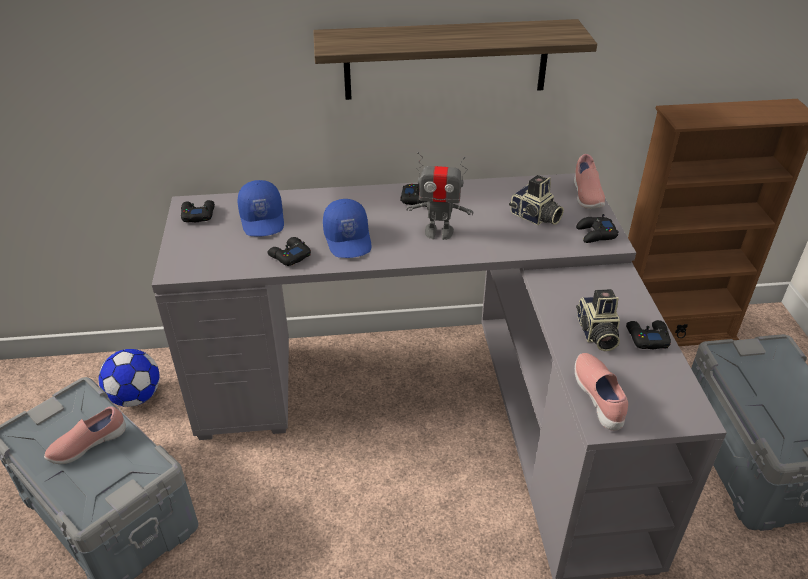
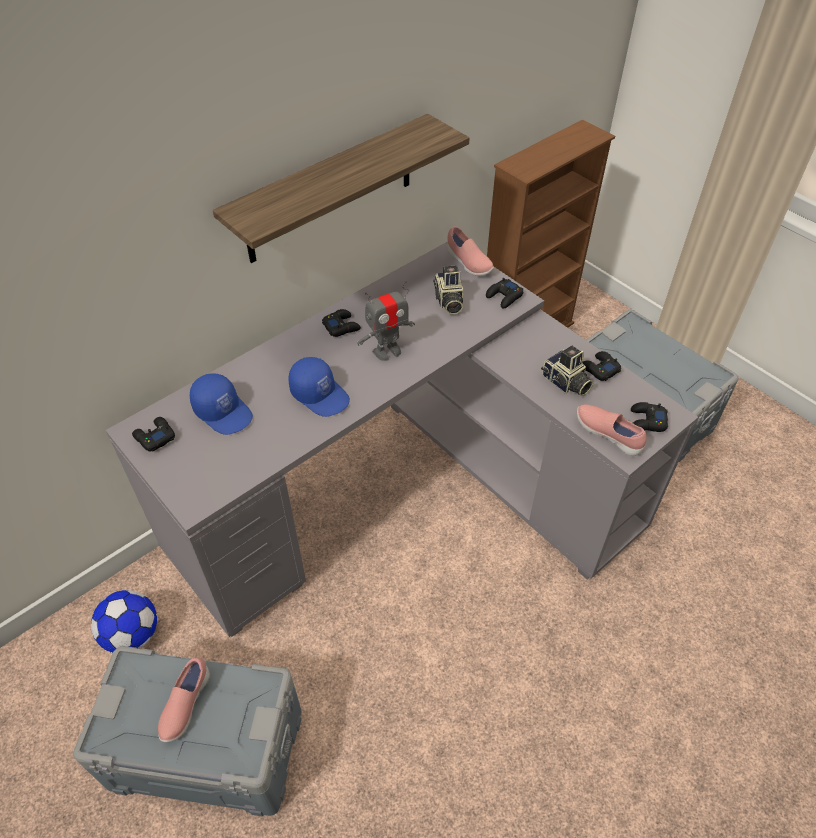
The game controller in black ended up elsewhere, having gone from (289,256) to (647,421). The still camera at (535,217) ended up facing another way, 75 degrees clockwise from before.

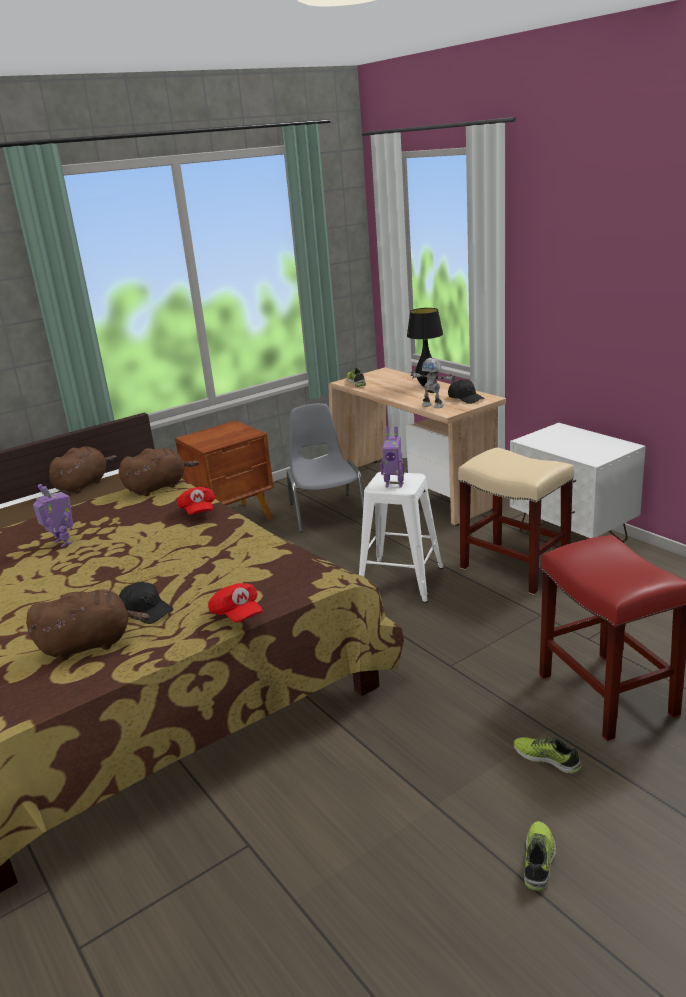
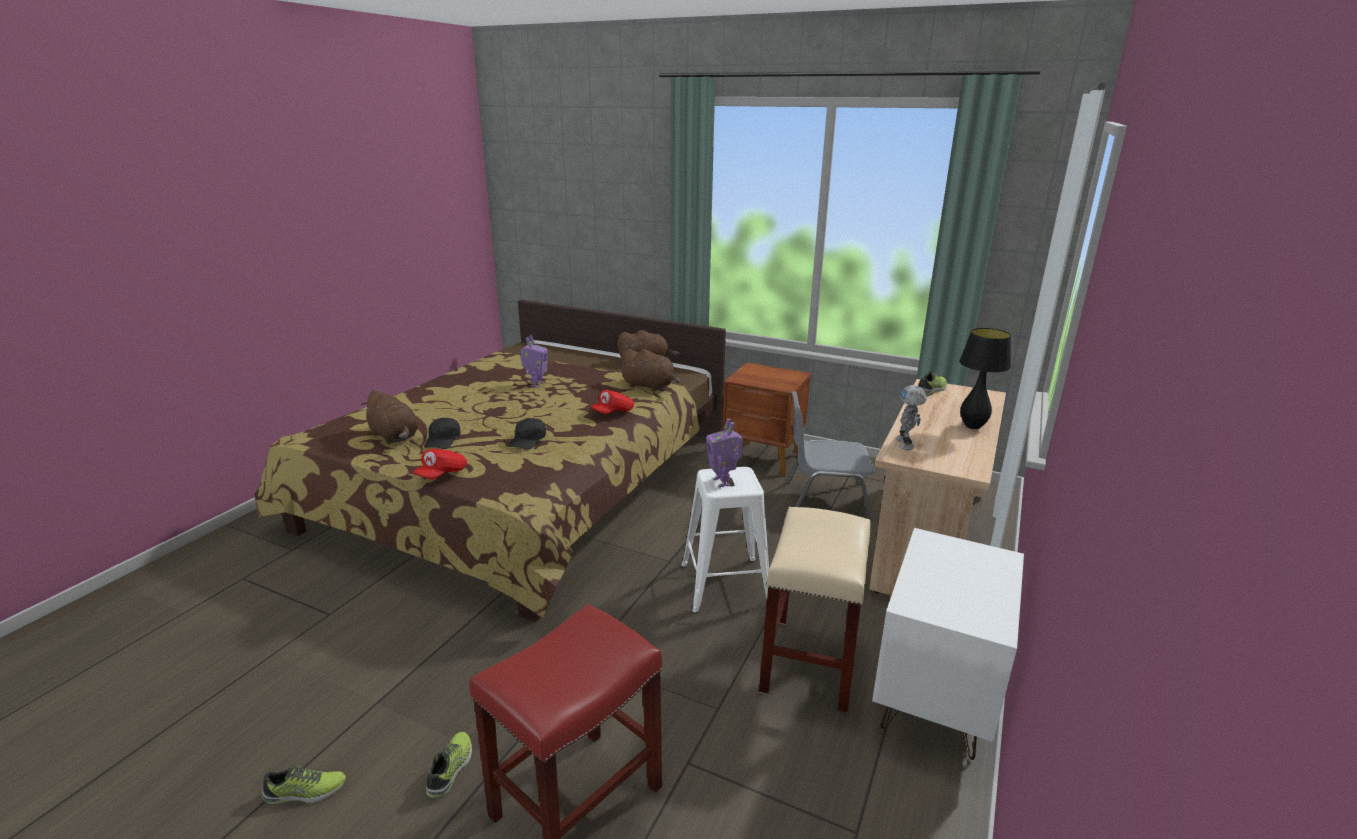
The cap in black ended up elsewhere, having gone from (465,398) to (528,440). The upright chair in grey at (326,511) ended up facing another way, 135 degrees counterclockwise from before.

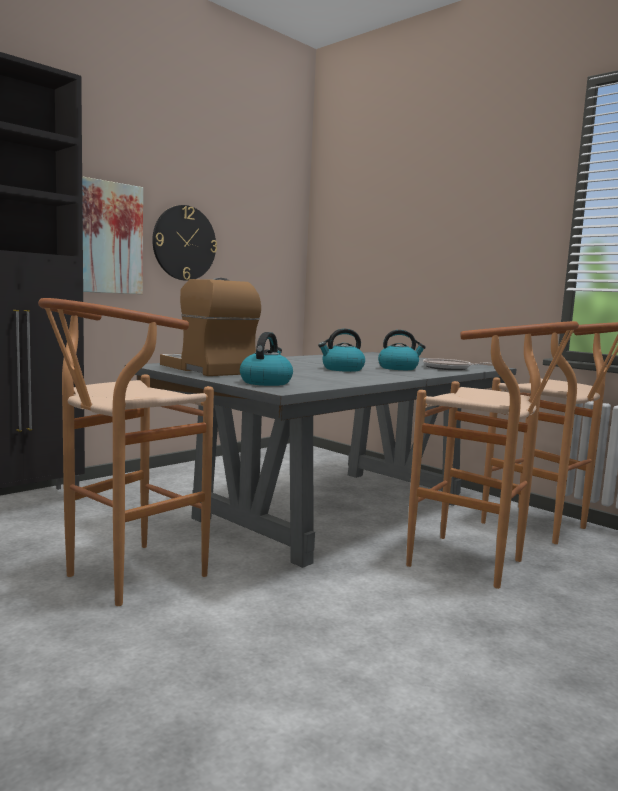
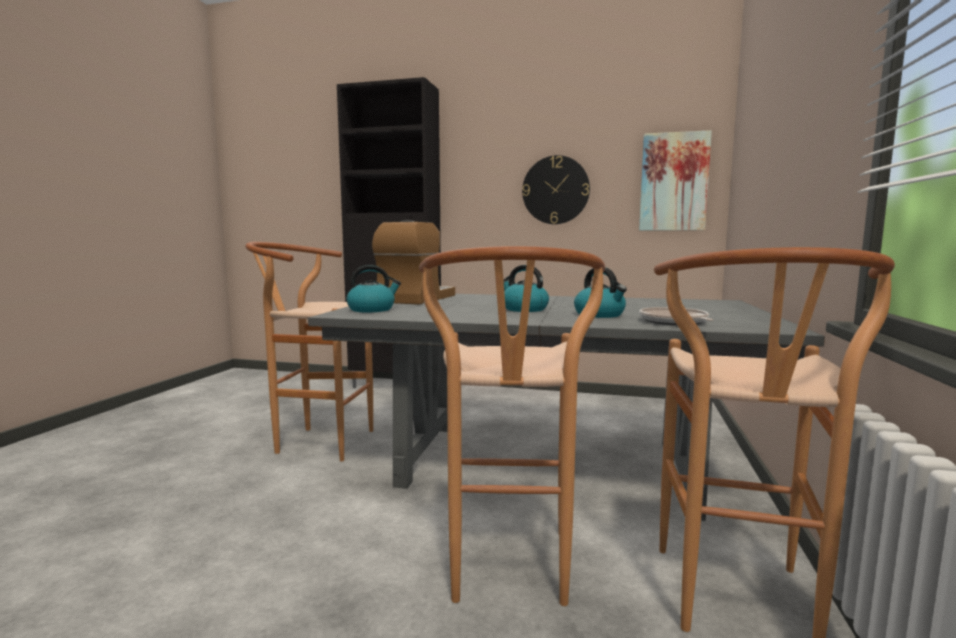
The wall picture ended up elsewhere, having gone from (107,238) to (673,182).

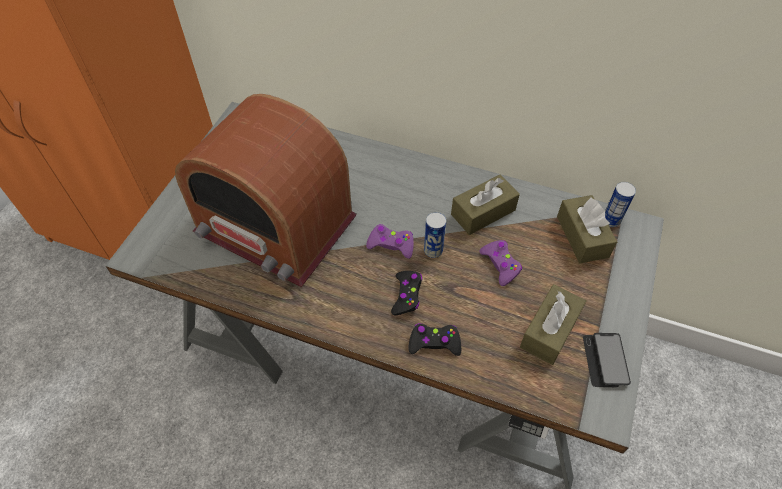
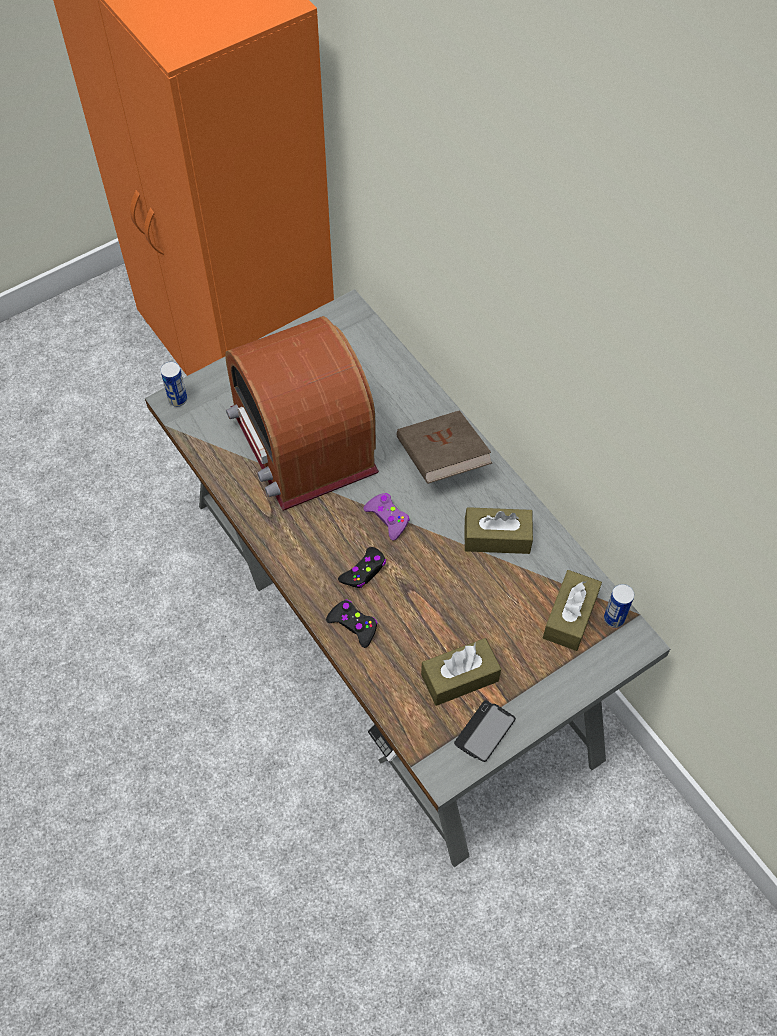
The second view lost the game controller in purplish at (500,265). The second view gained the bound book in brown at (442,459). The can ended up elsewhere, having gone from (433,250) to (178,399).

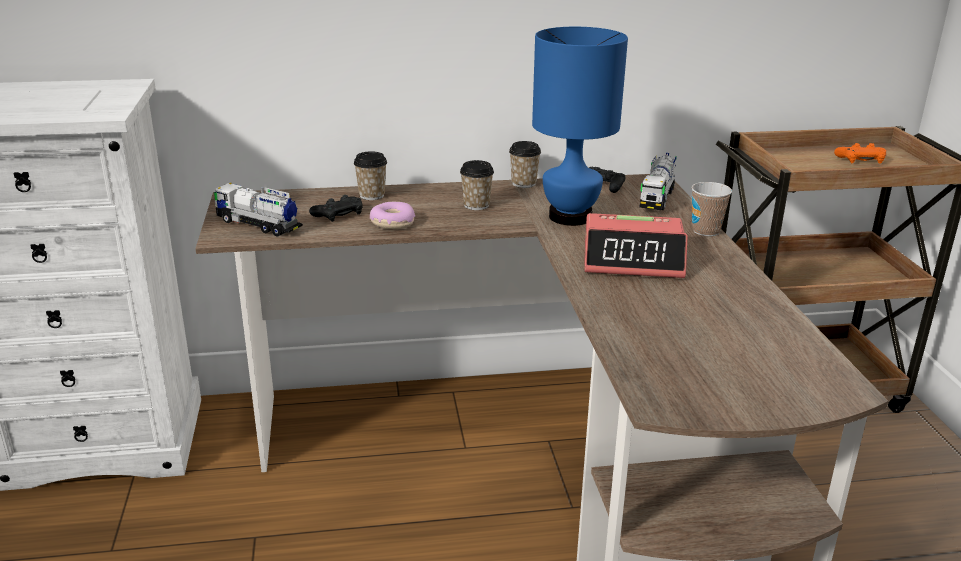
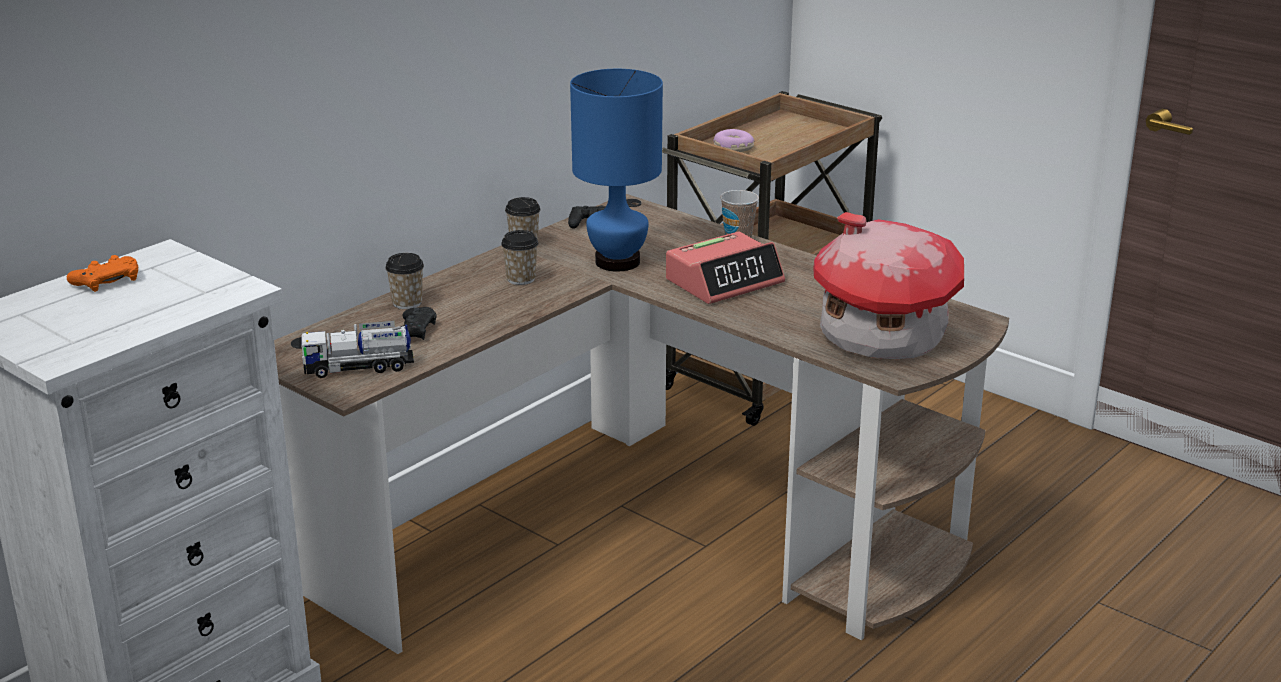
The second view lost the model truck at (657,198). The second view gained the toy house at (879,338). The ring doughnut ended up elsewhere, having gone from (392,223) to (733,148). The game controller in orange-coloured ended up elsewhere, having gone from (860,160) to (107,281).

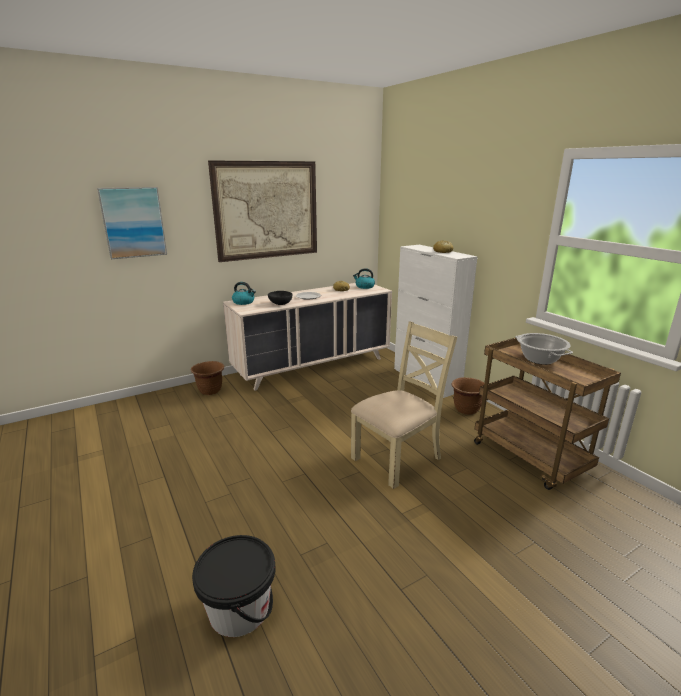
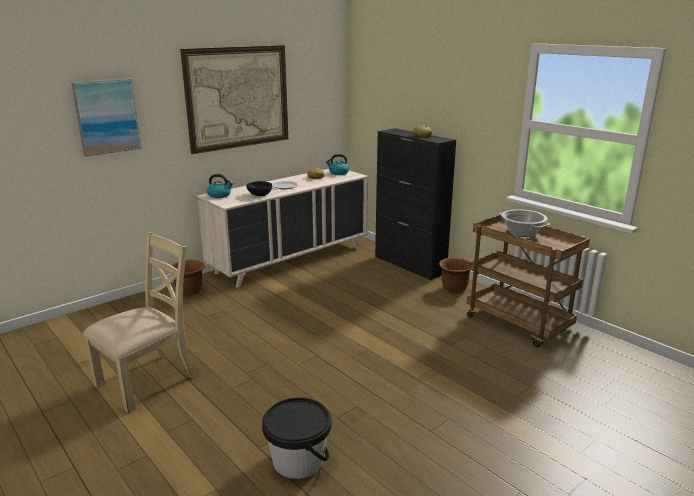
The upright chair in beige ended up elsewhere, having gone from (397,458) to (147,380). What was the cupboard in white-coloured at (426,380) turned into the cupboard in black at (410,264).

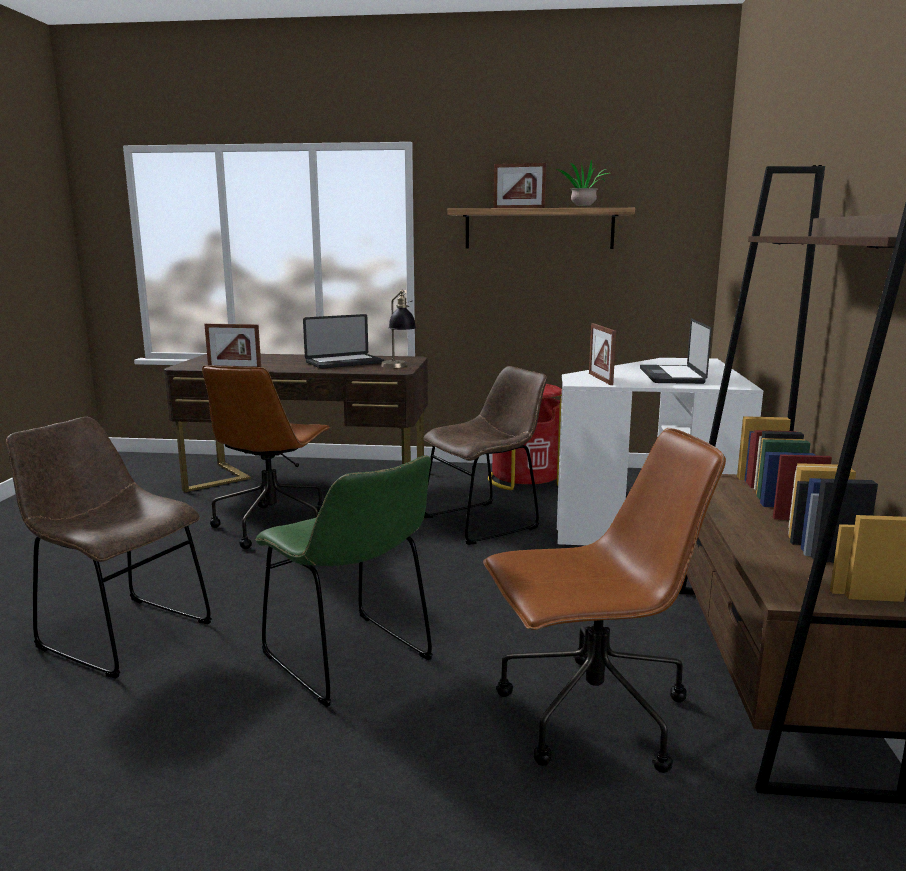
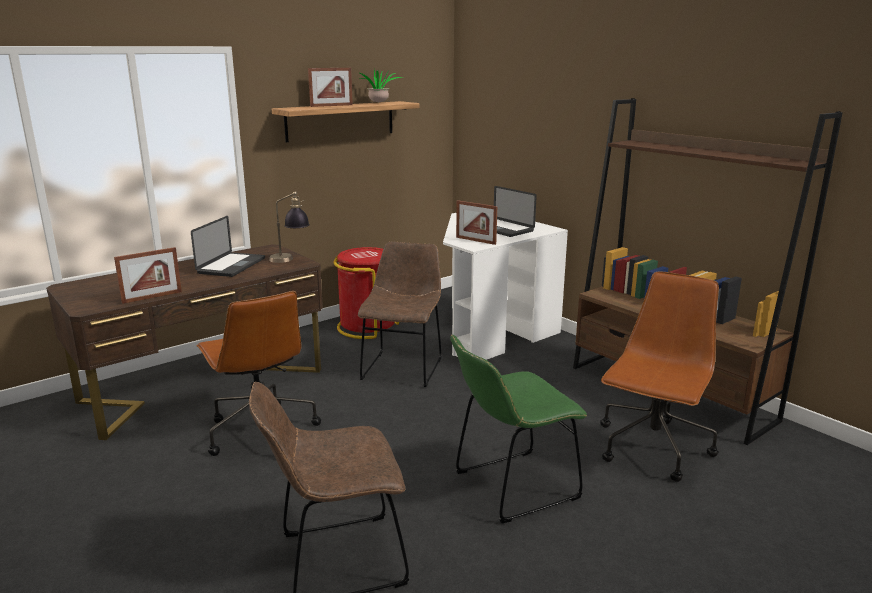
The upright chair in green-coloured at (352,661) ended up facing another way, 150 degrees clockwise from before.

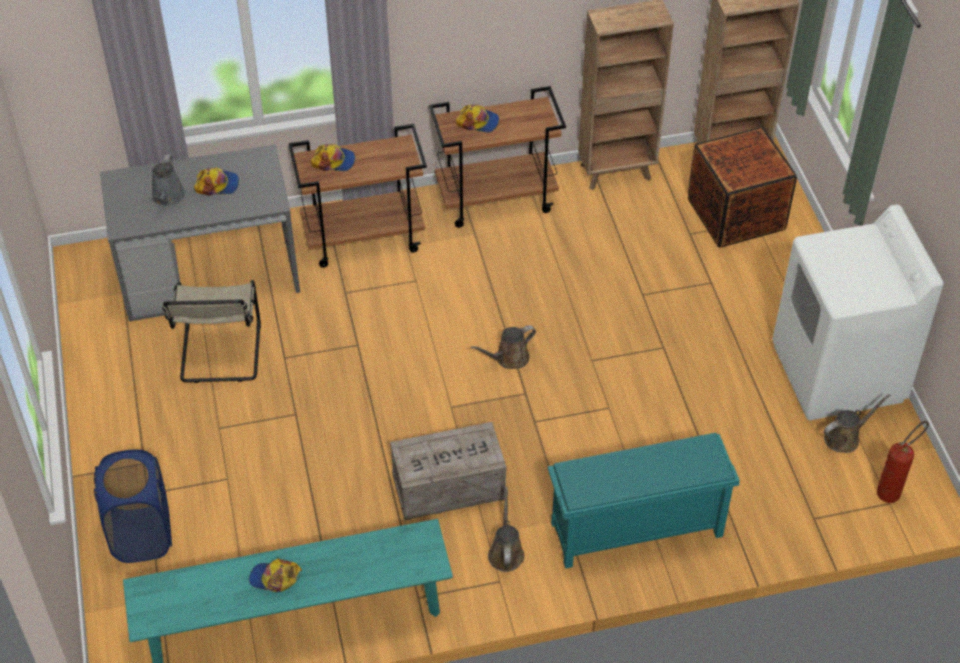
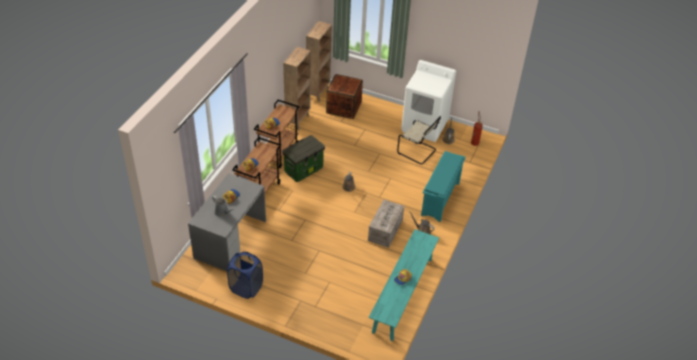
The second view gained the storage container at (304,170). The washing basket in bluish ended up elsewhere, having gone from (142,535) to (246,288). The upright chair in beige ended up elsewhere, having gone from (220,355) to (418,152).

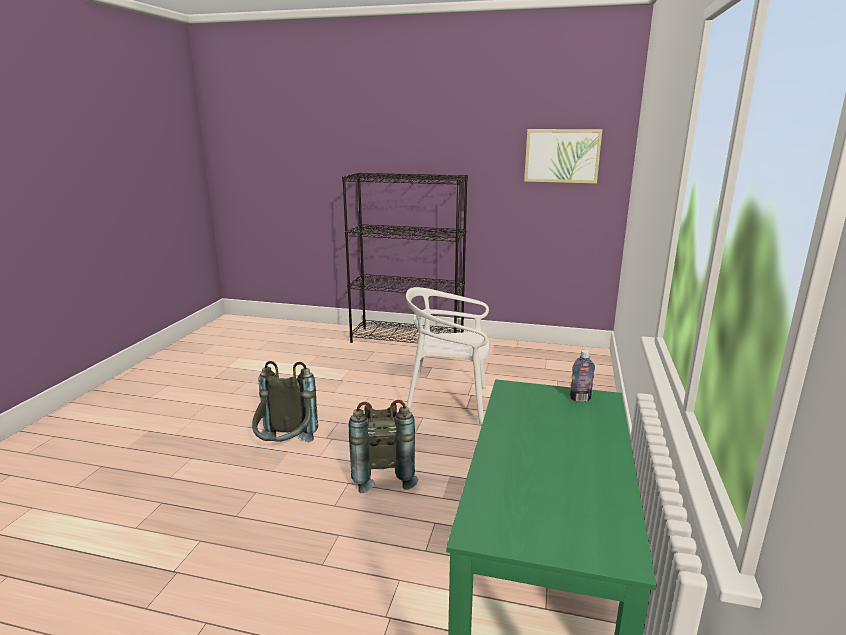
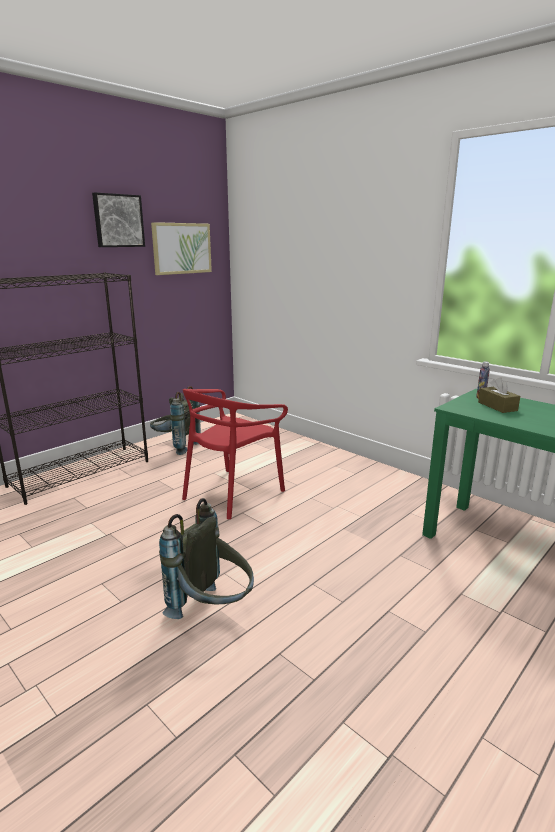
The second view gained the wall picture at (118,221). The second view gained the tissue holder in brown at (497,406). The rucksack in grey ended up elsewhere, having gone from (382,474) to (175,446). What was the upright chair in white-coloured at (448,403) turned into the upright chair in reddish at (232,493).

